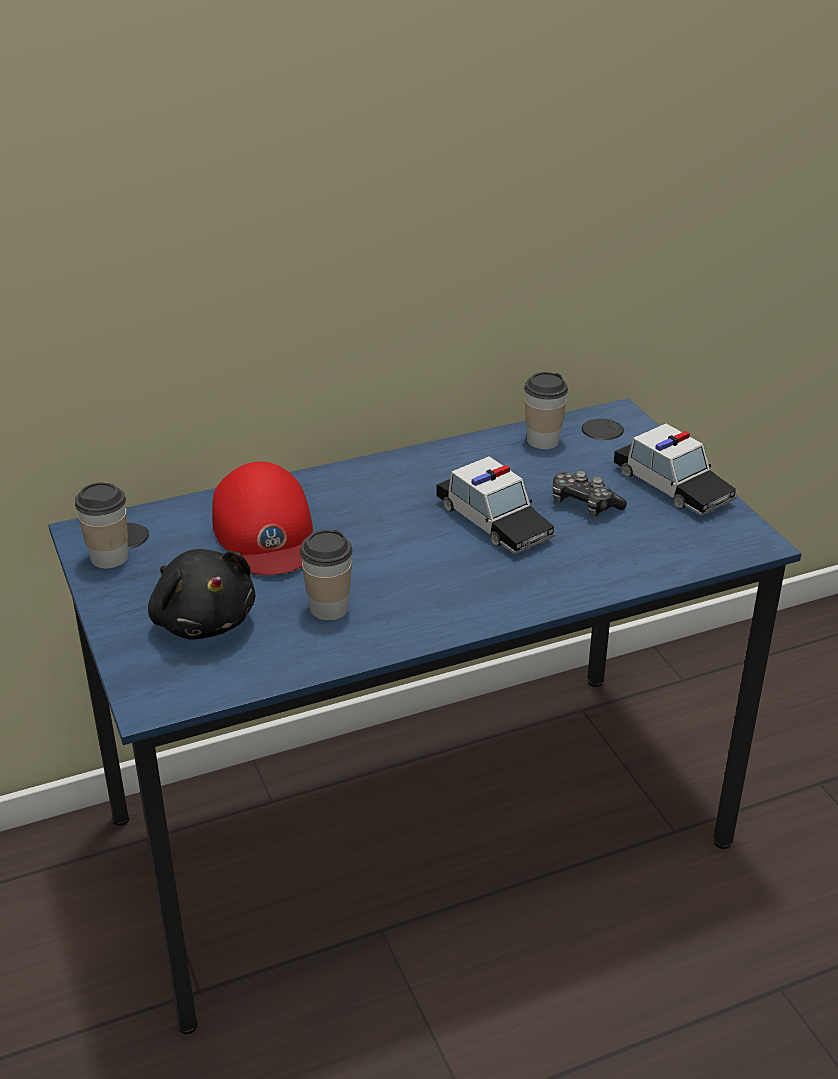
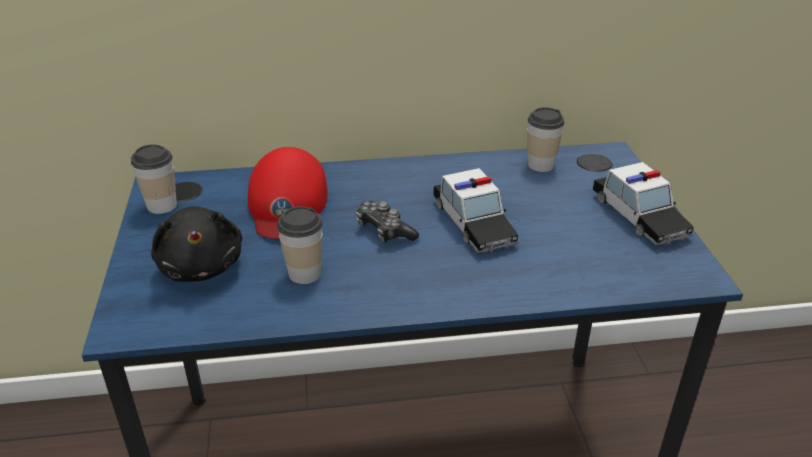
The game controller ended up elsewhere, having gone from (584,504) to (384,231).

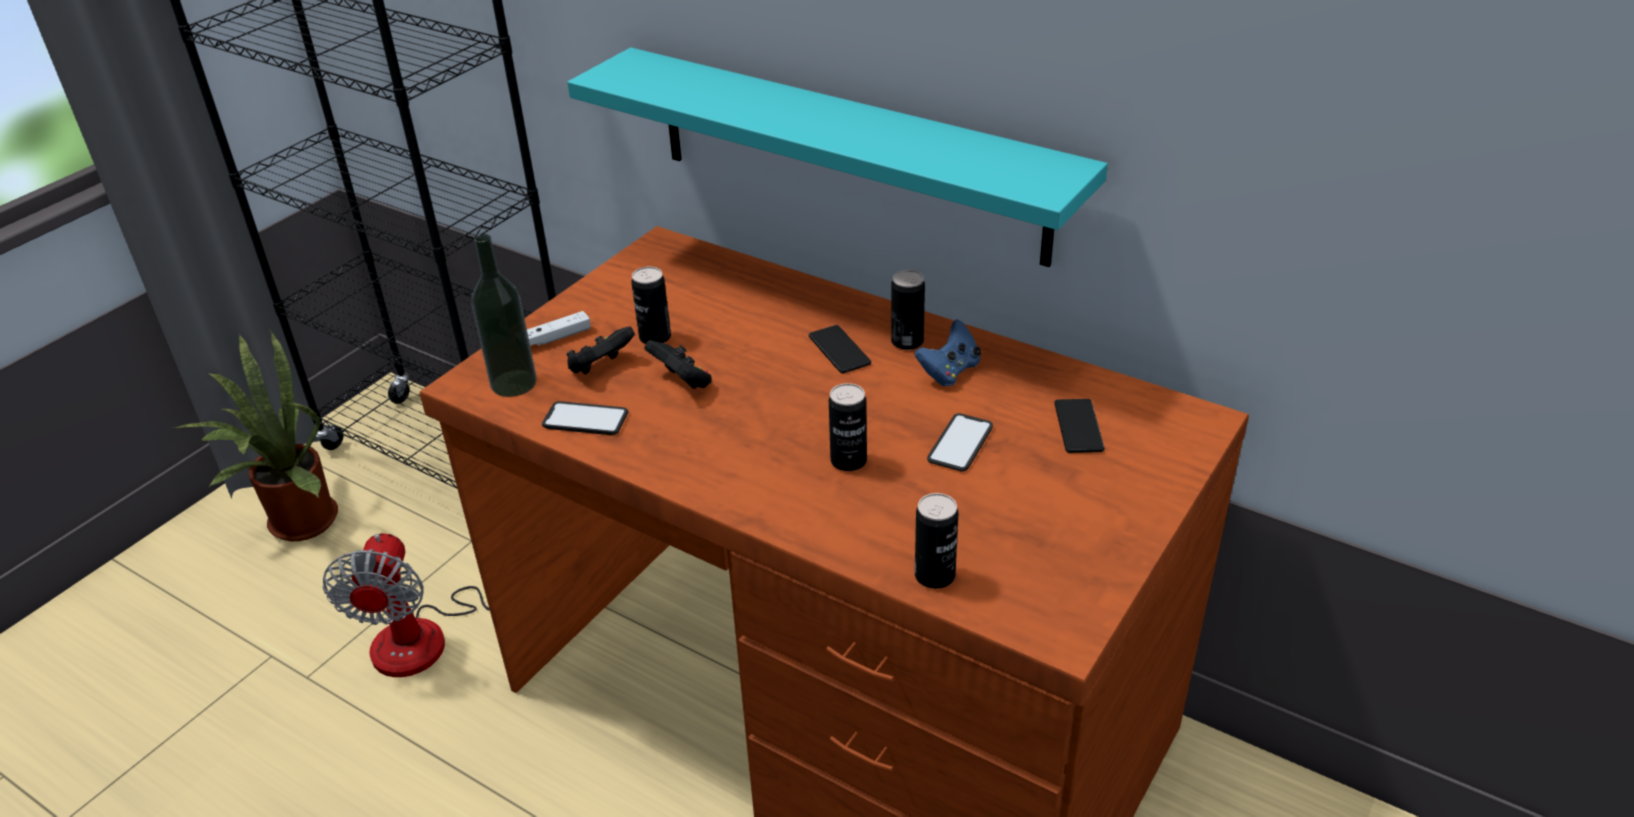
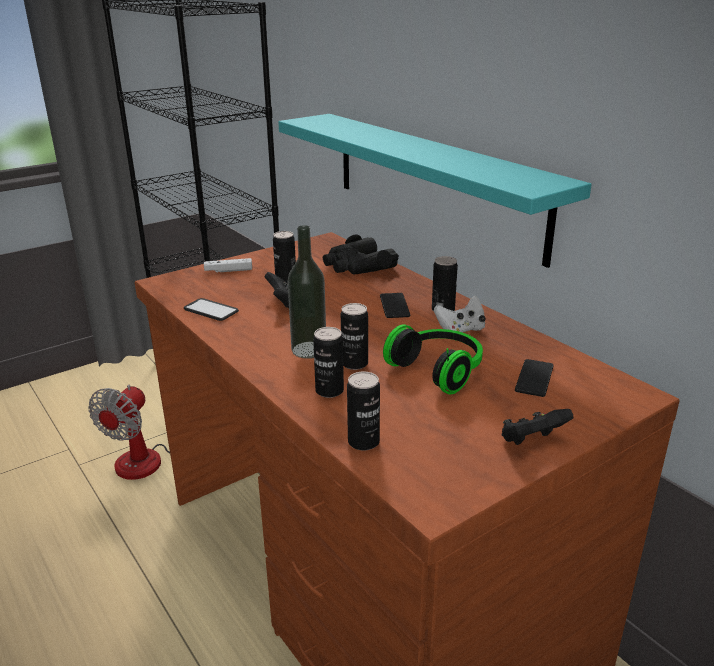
The second view lost the plant in a pot at (296,522). The second view gained the can at (329,391). The second view gained the field glasses in black at (357,266). The beverage bottle ended up elsewhere, having gone from (513,383) to (309,350). The game controller in black ended up elsewhere, having gone from (600,367) to (532,441). Where the telephone stood at (960,443), the headset came to stand at (439,370). What was the game controller in bluish at (949,371) turned into the game controller in white-coloured at (460,330).

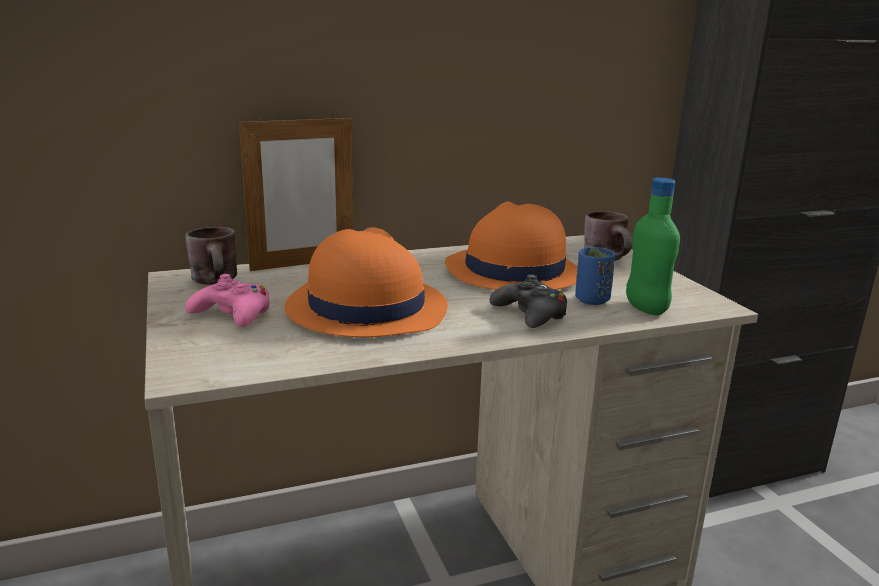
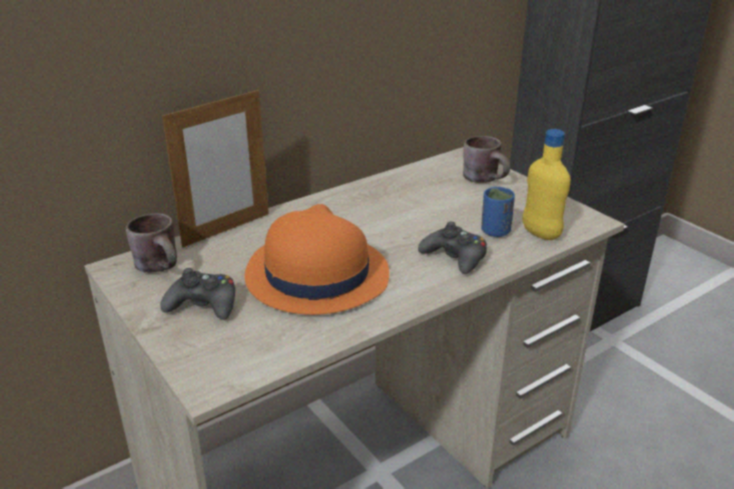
The second view lost the hat in orange-coloured at (513,271). What was the game controller in pinkish at (233,314) turned into the game controller in black at (203,304). What was the beverage bottle in green-coloured at (645,308) turned into the beverage bottle in yellowish at (540,233).

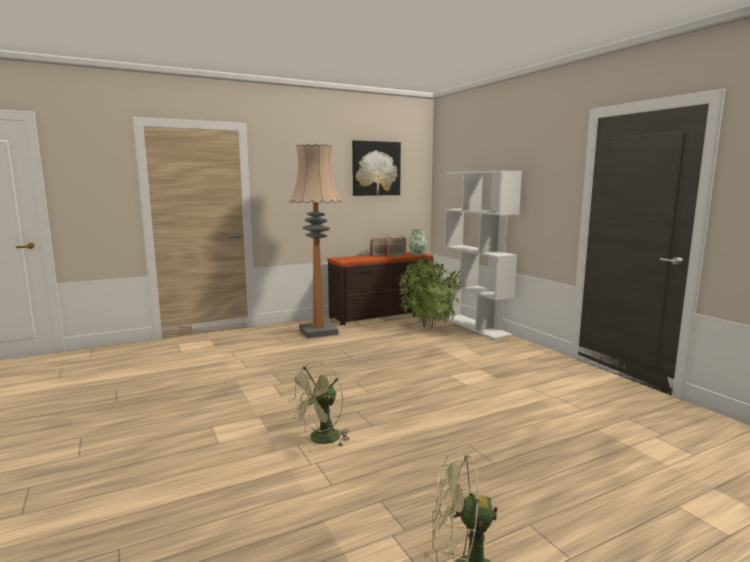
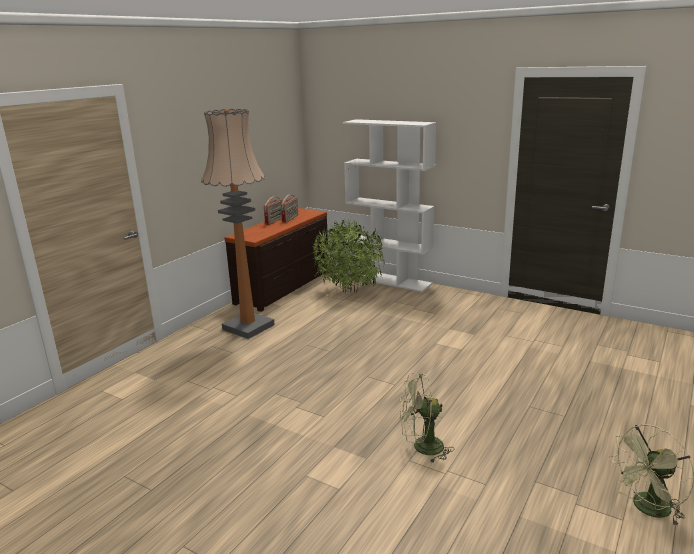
The second view lost the wall picture at (376,168). The second view lost the flower vase at (417,254). The fan in green-coloured at (321,440) ended up facing another way, 75 degrees clockwise from before.

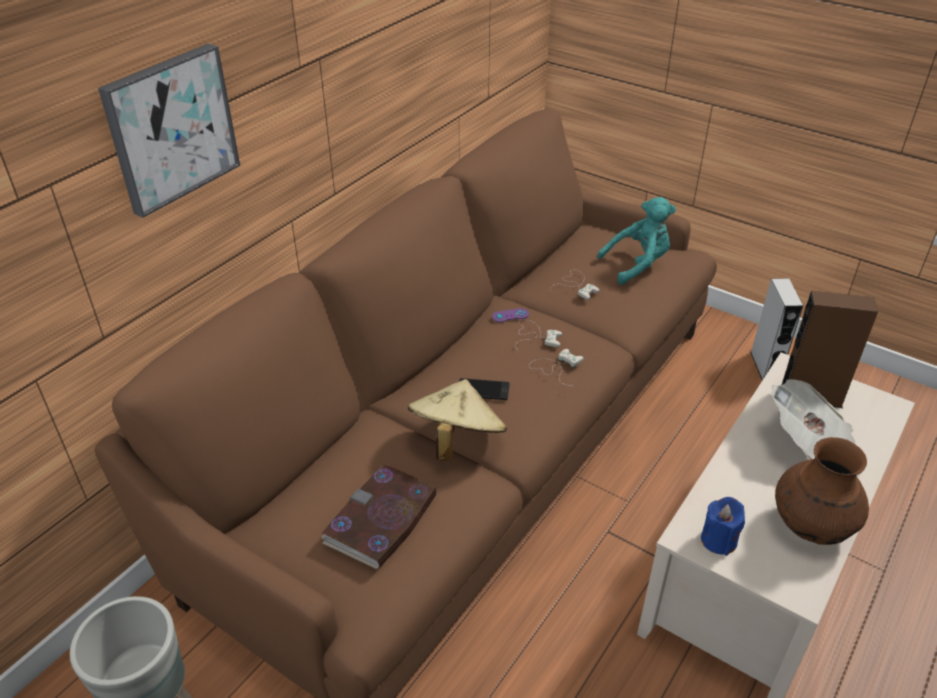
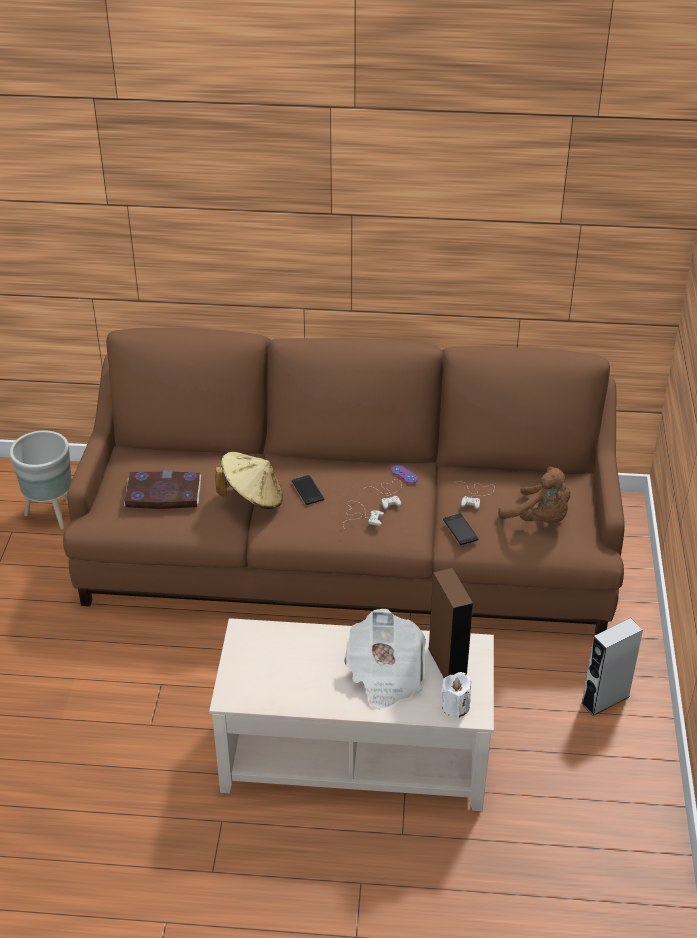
The second view lost the wall picture at (170,128). The second view lost the candle in bluish at (718,540). The second view lost the flower vase in brown at (810,526). The second view gained the candle in white-coloured at (455,706). The second view gained the telephone at (460,529). What was the soft toy in blue-green at (637,265) turned into the soft toy in brown at (539,519).

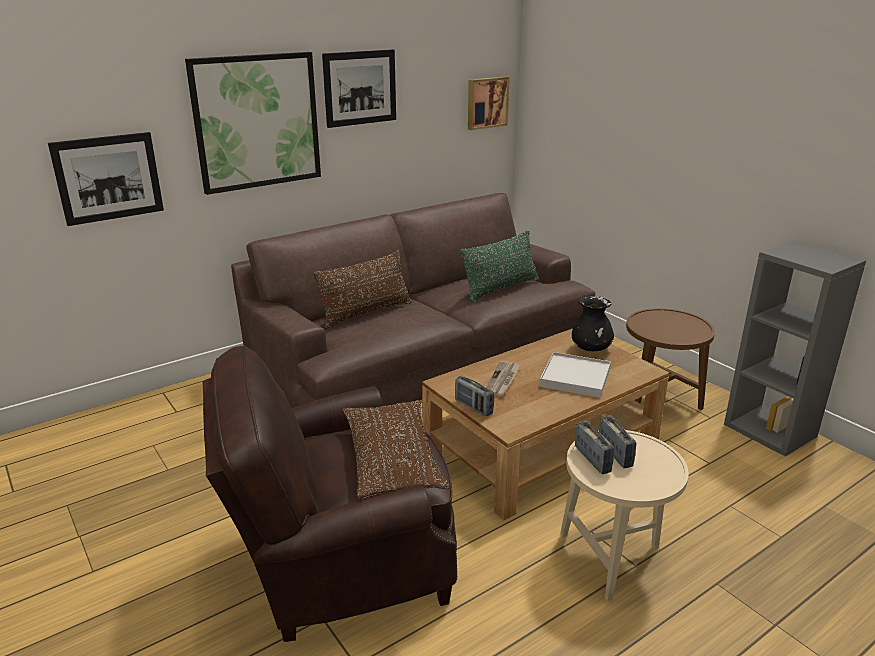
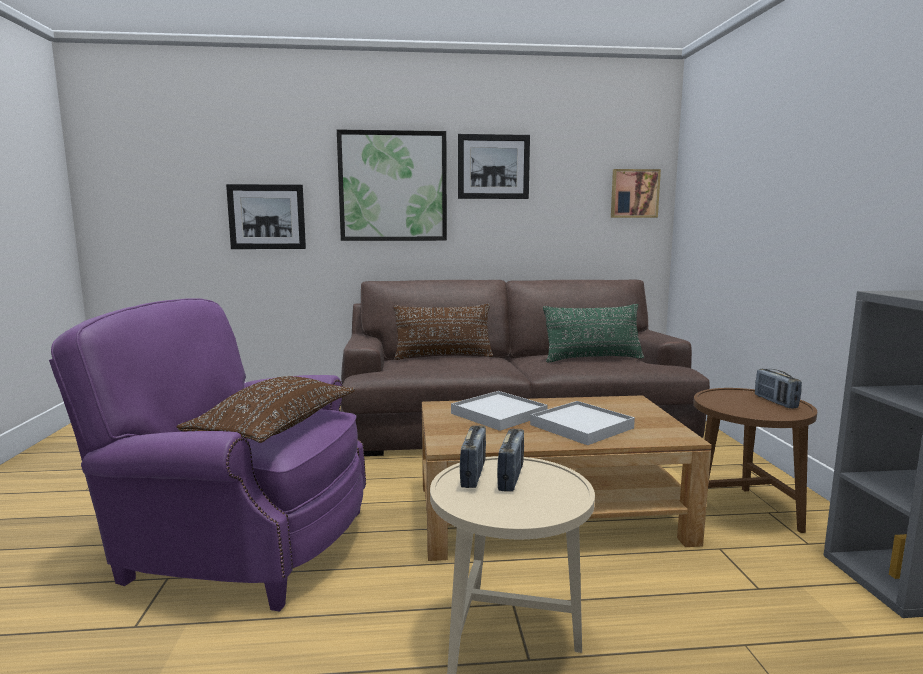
The second view lost the flower vase in black at (591,348). The radio ended up elsewhere, having gone from (473,407) to (775,402). Where the daily paper stood at (503,380), the carrying tray in white-coloured came to stand at (499,414). What was the armchair in brown at (340,564) turned into the armchair in purplish at (239,544).

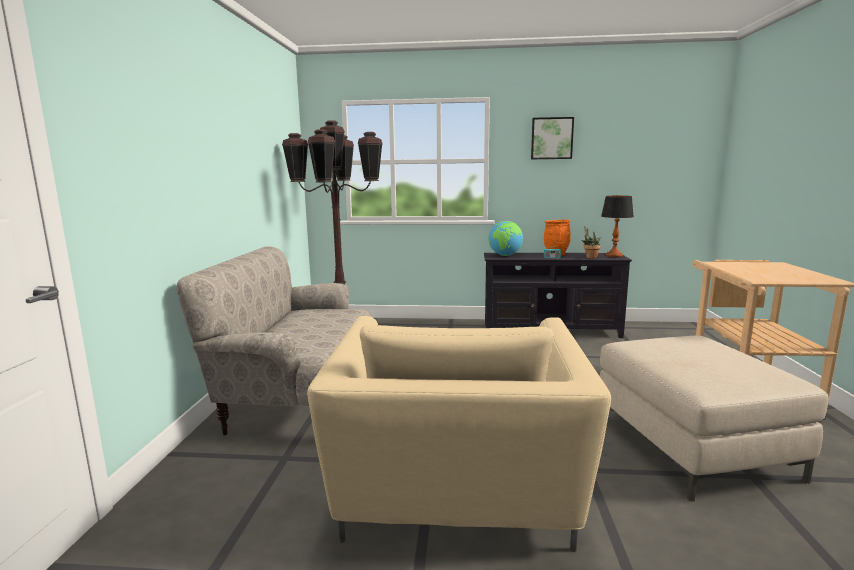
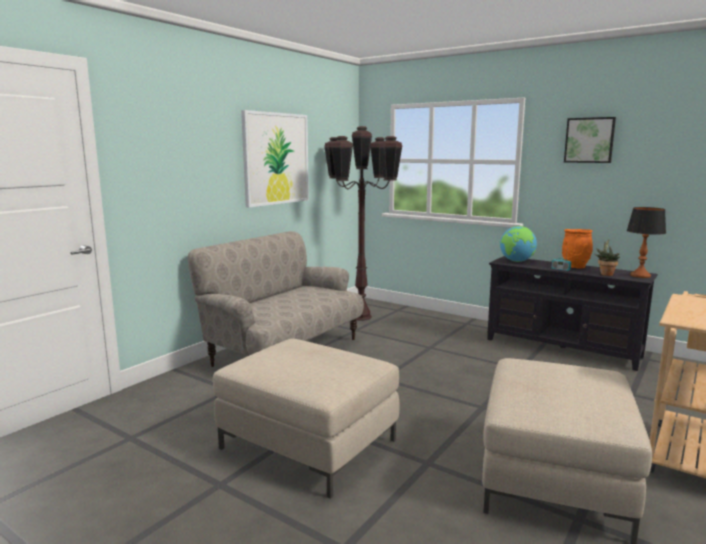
The second view gained the wall picture at (276,159). Where the armchair in beige stood at (455,493), the footrest in beige came to stand at (308,444).

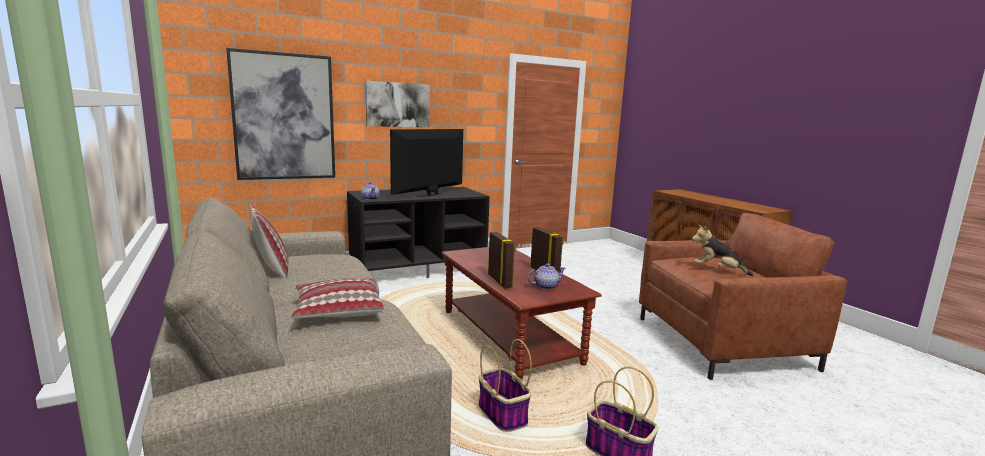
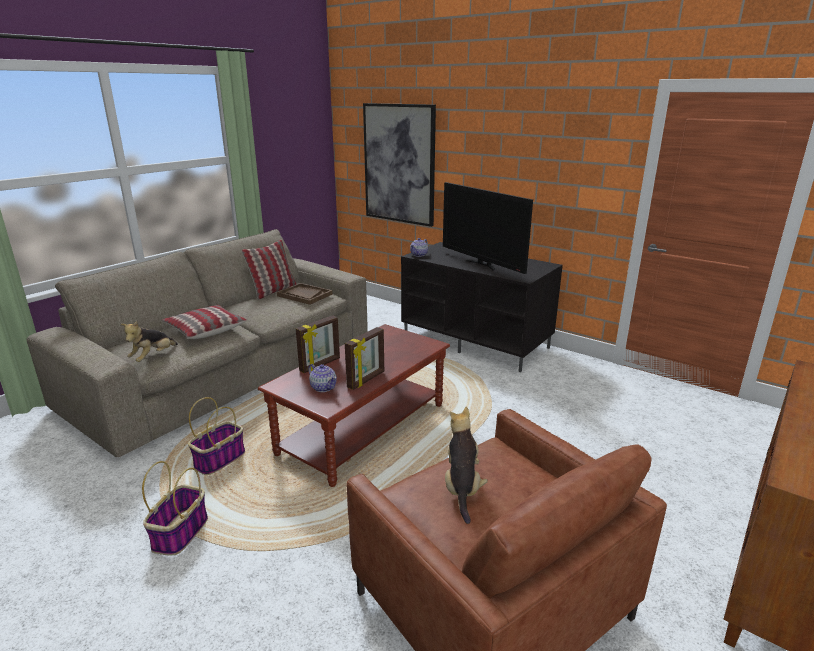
The second view lost the wall picture at (398,105). The second view gained the soft toy at (153,357). The second view gained the carrying tray in brown at (304,295). The TV at (430,194) ended up facing another way, 135 degrees counterclockwise from before.

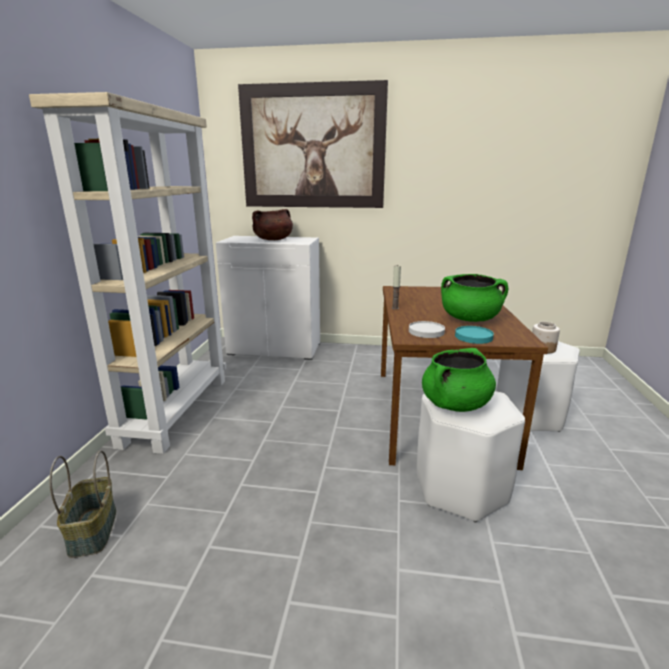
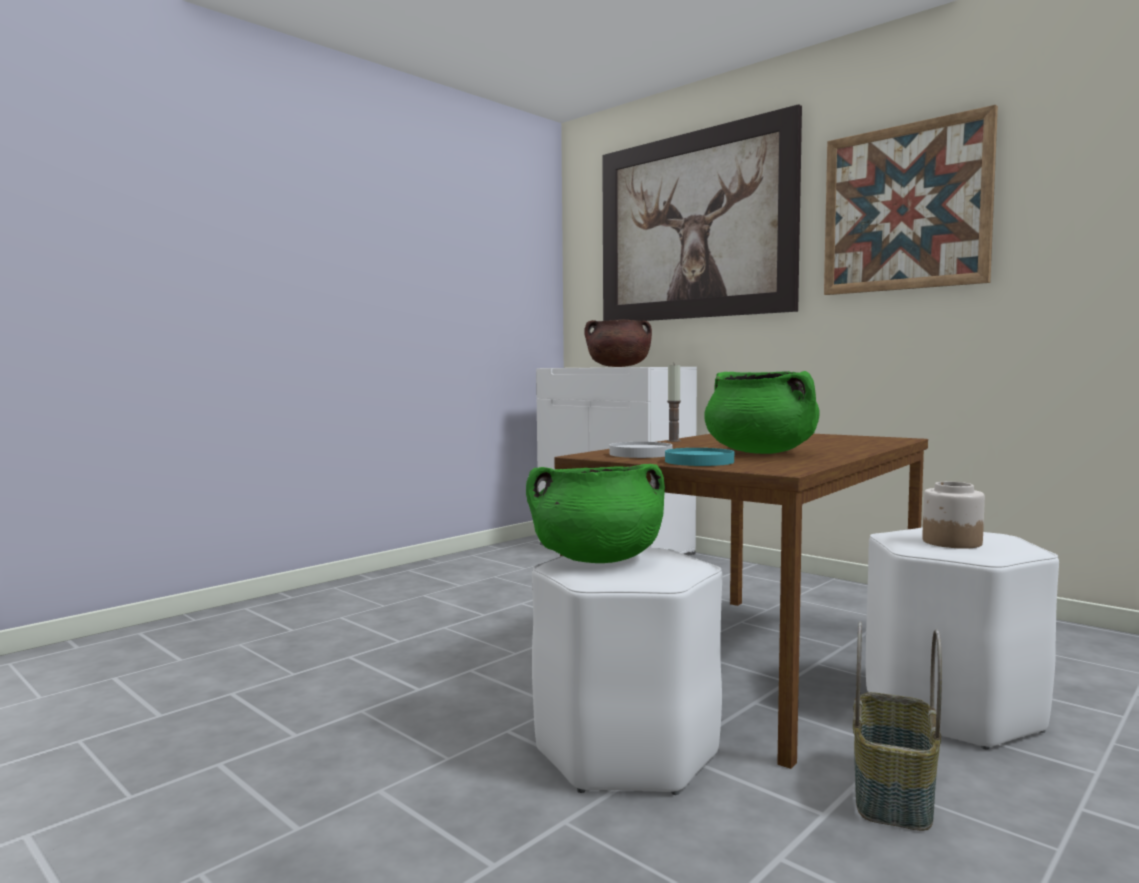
The second view lost the shelving unit in beige at (176,409). The second view gained the wall picture at (905,208). The storage basket ended up elsewhere, having gone from (94,531) to (895,794).

